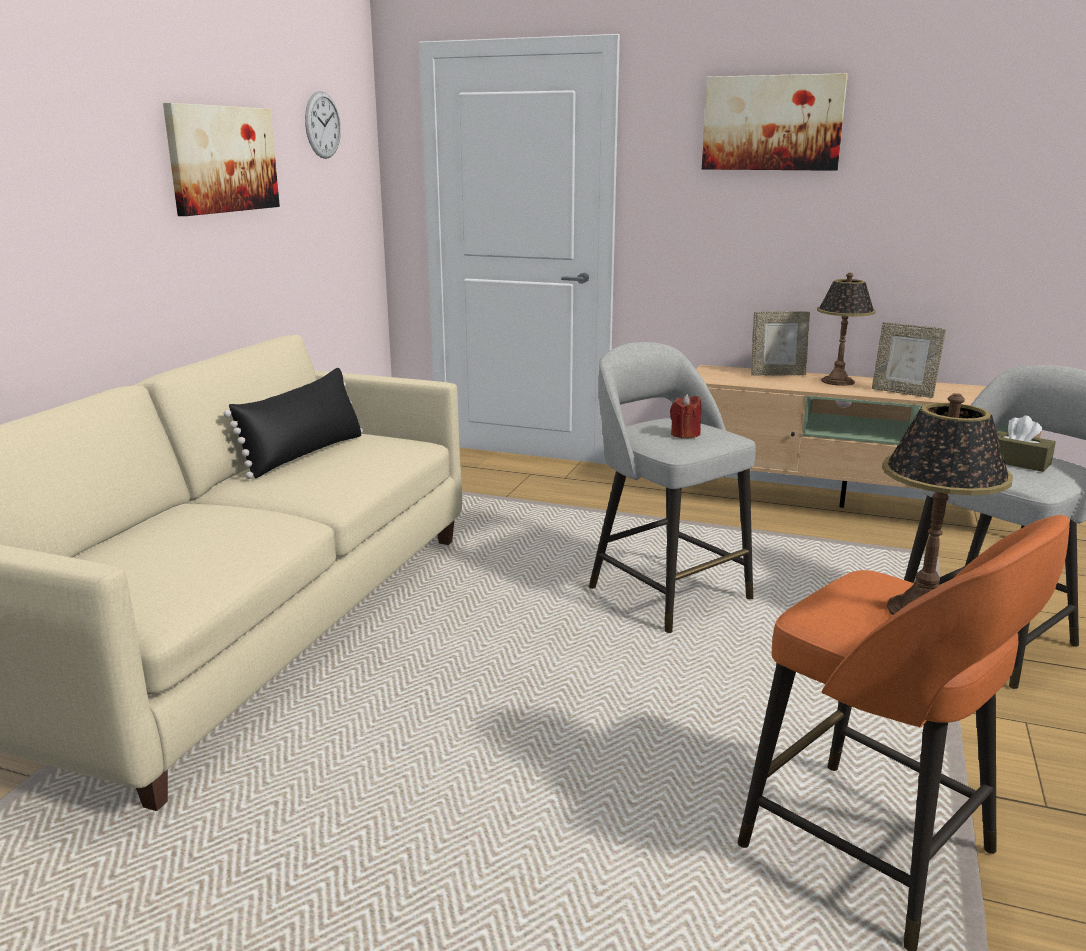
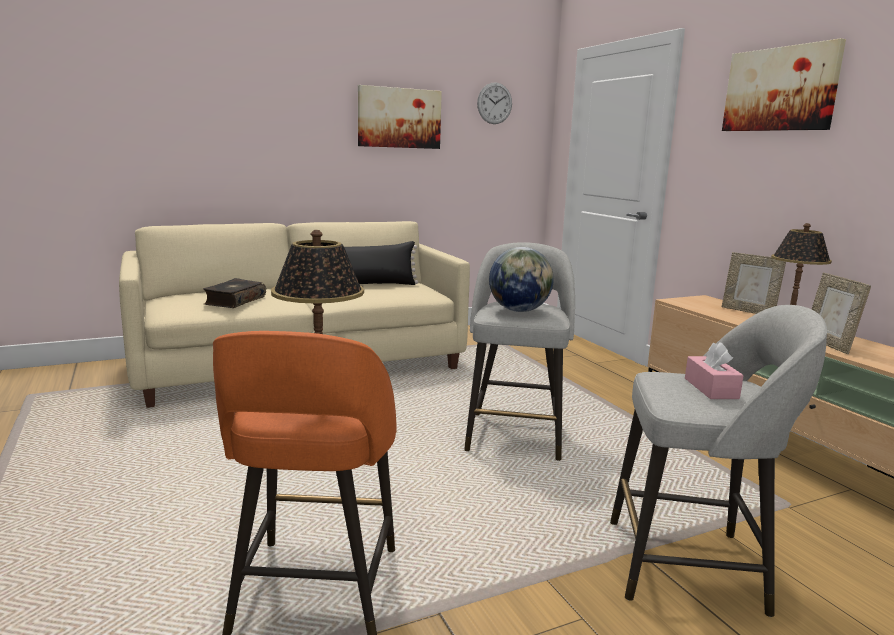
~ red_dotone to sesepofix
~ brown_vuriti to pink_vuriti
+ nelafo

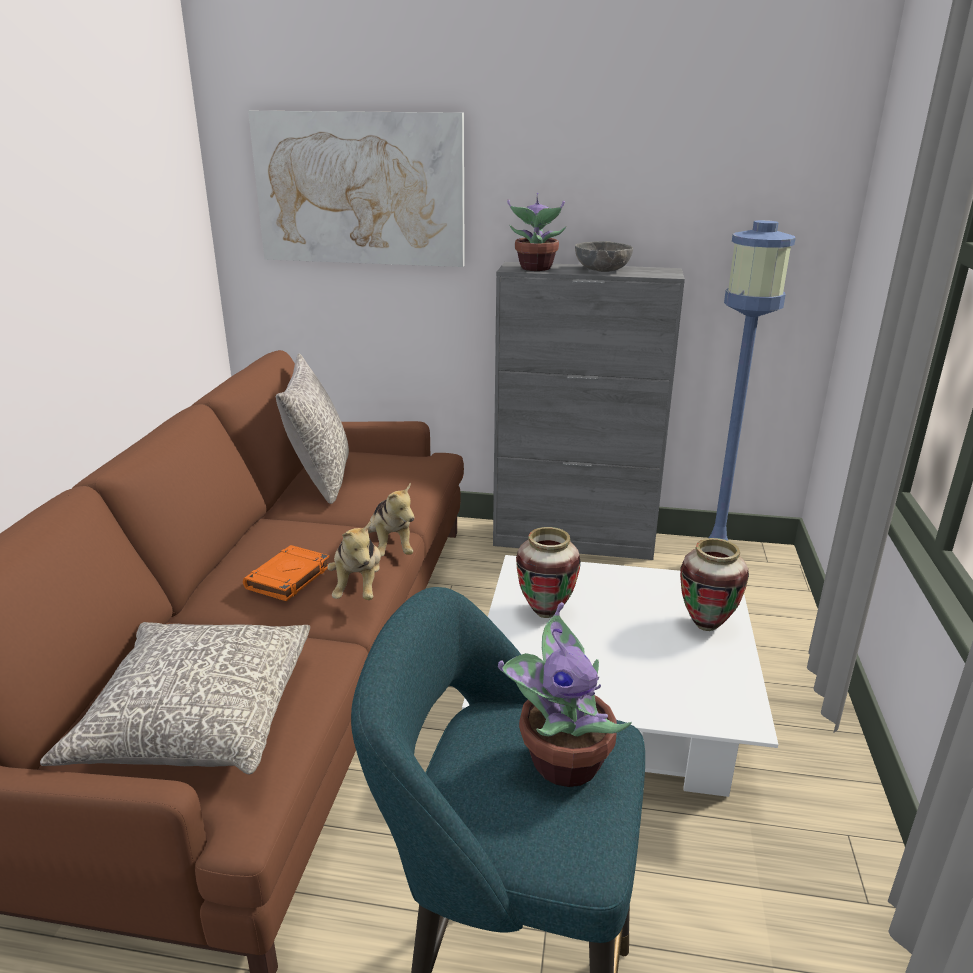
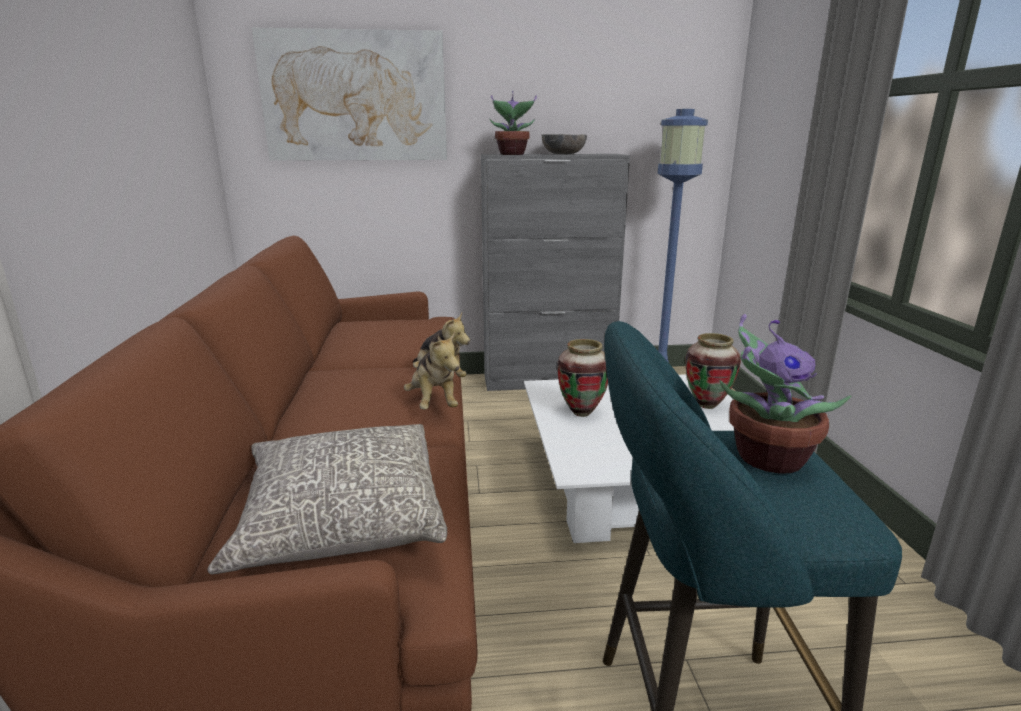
- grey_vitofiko (2nd from left)
- orange_nelafo

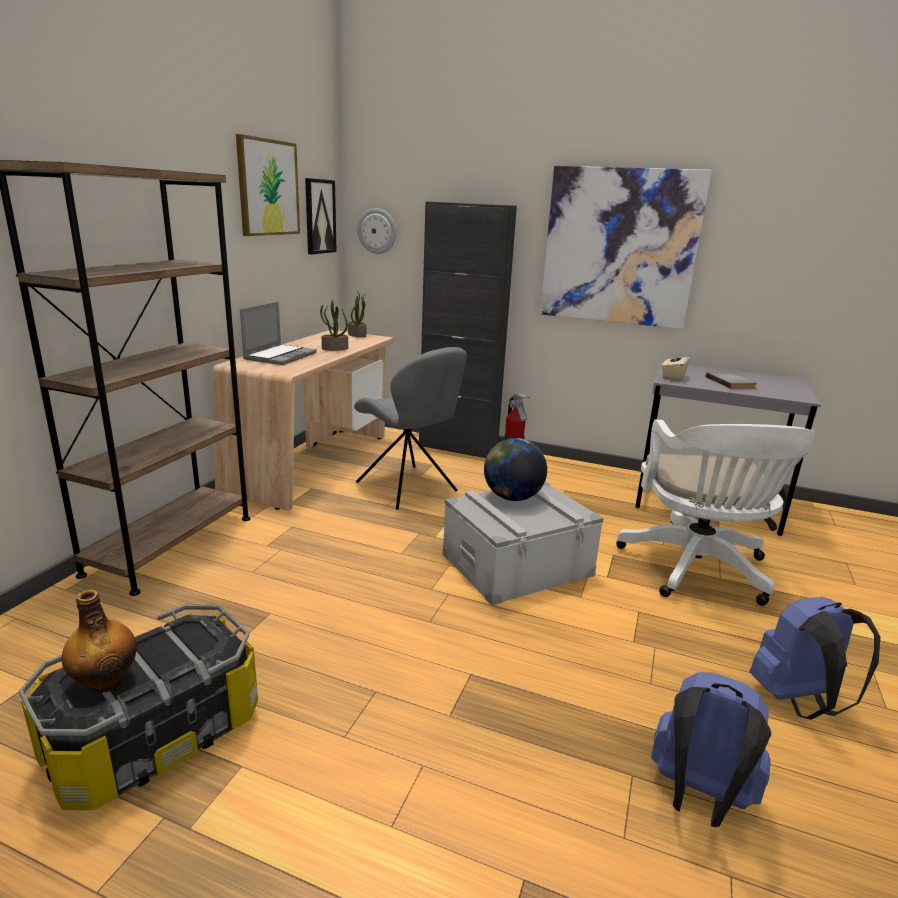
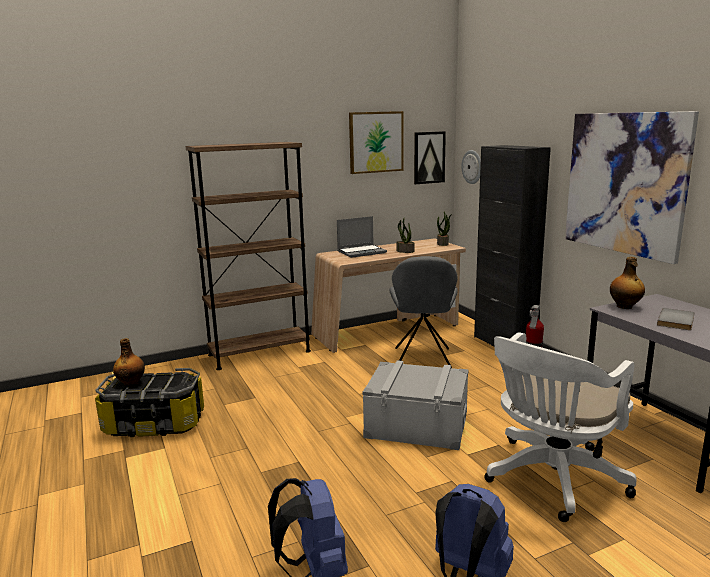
~ beige_vuriti to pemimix (2nd from left)
- sesepofix

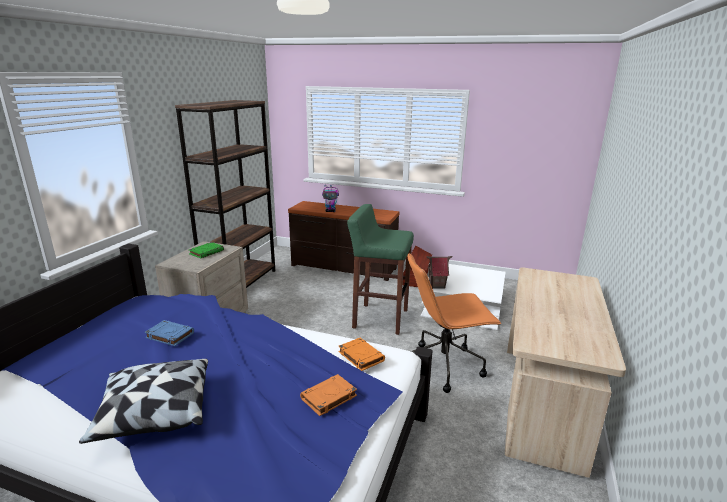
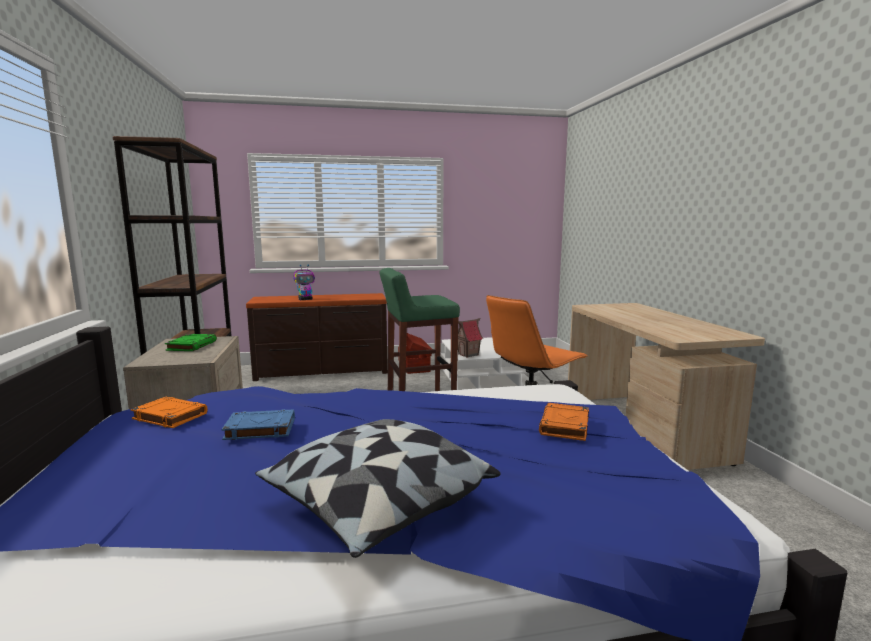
~ orange_nelafo (2nd from left in the first image) to orange_nelafo (1st from left)

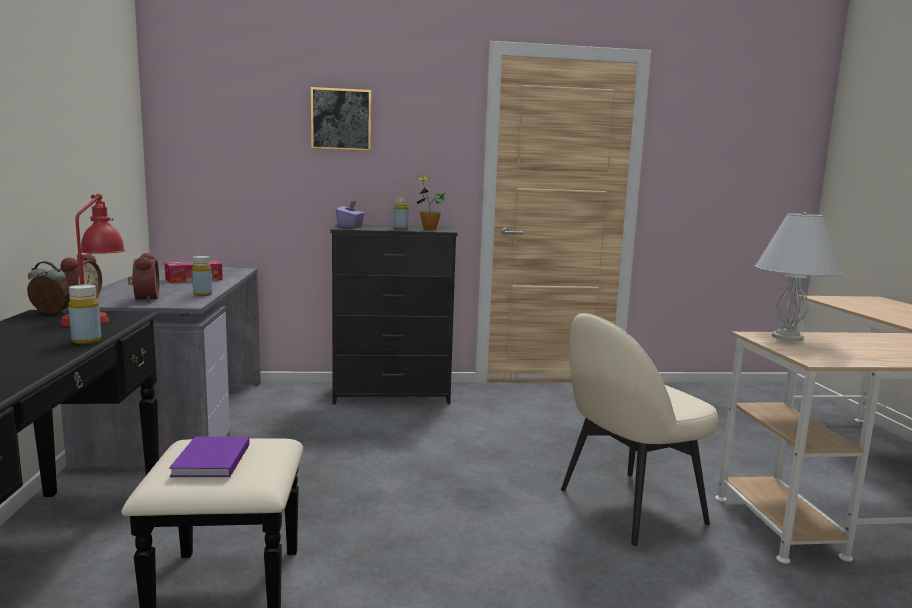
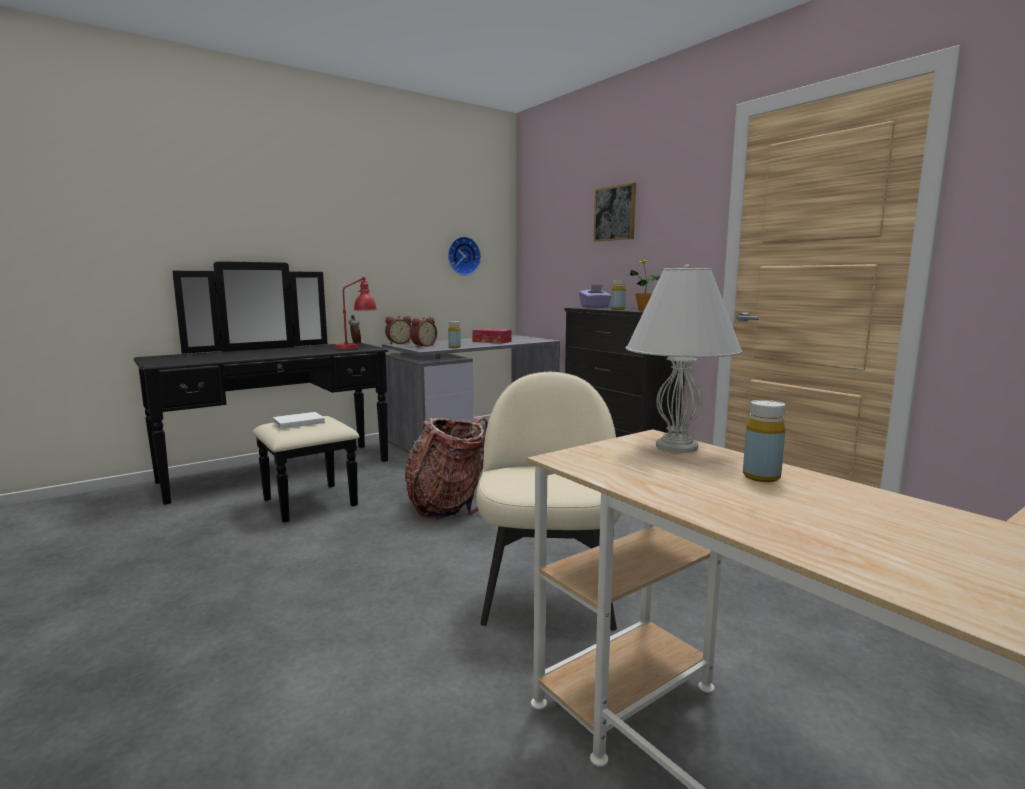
~ yellow_pemimix (1st from left in the first image) to yellow_pemimix (3rd from left)
~ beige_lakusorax 60 degrees clockwise
~ purple_nelafo to white_nelafo
+ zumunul
+ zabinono

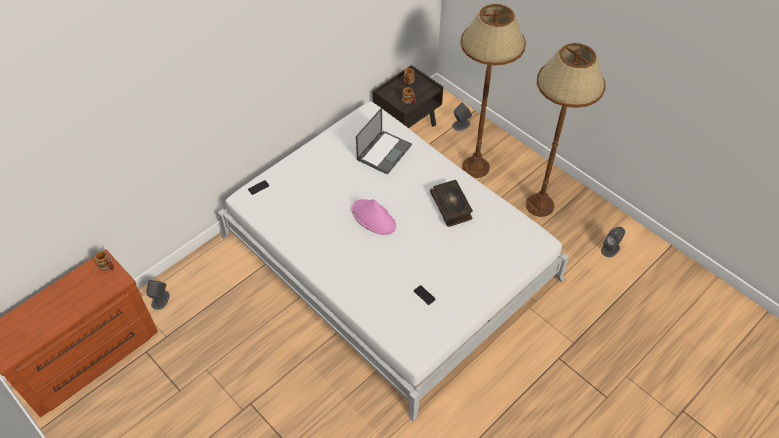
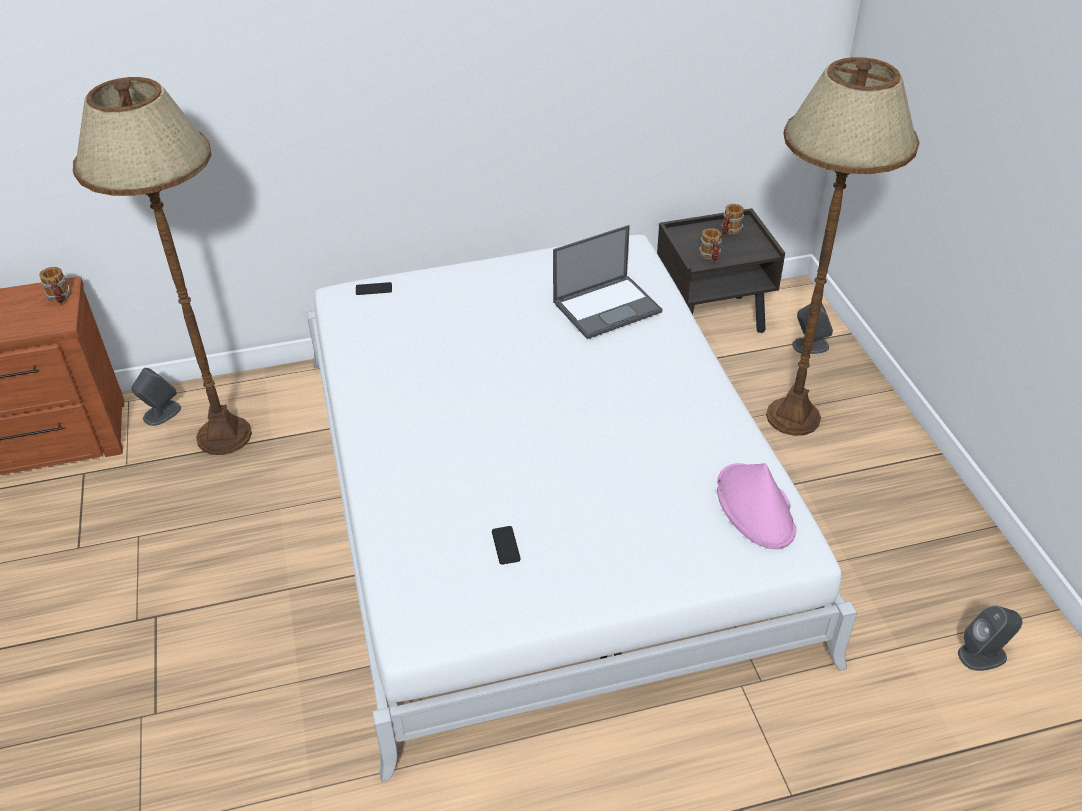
~ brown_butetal (2nd from left in the first image) to brown_butetal (1st from left)
- nelafo
~ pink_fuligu

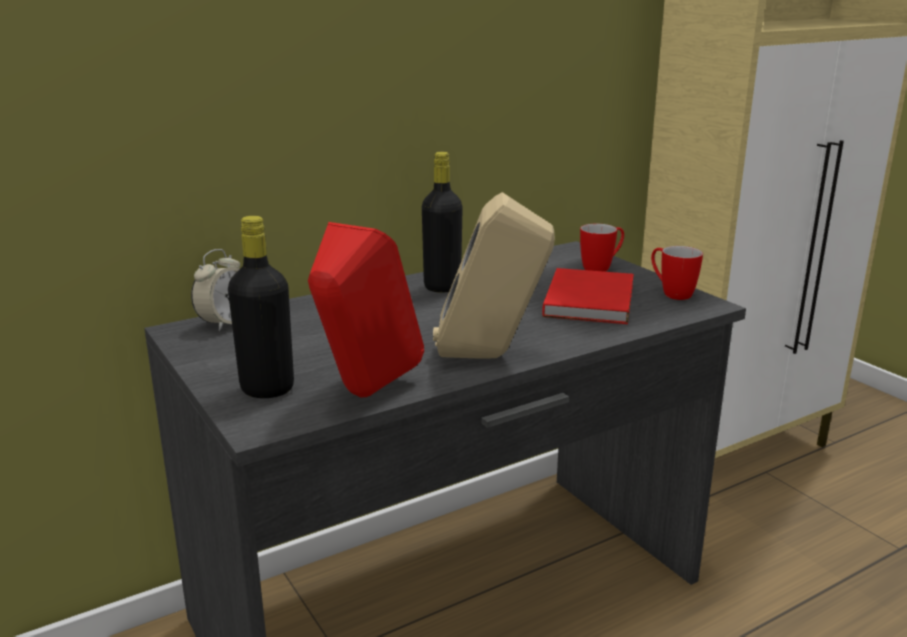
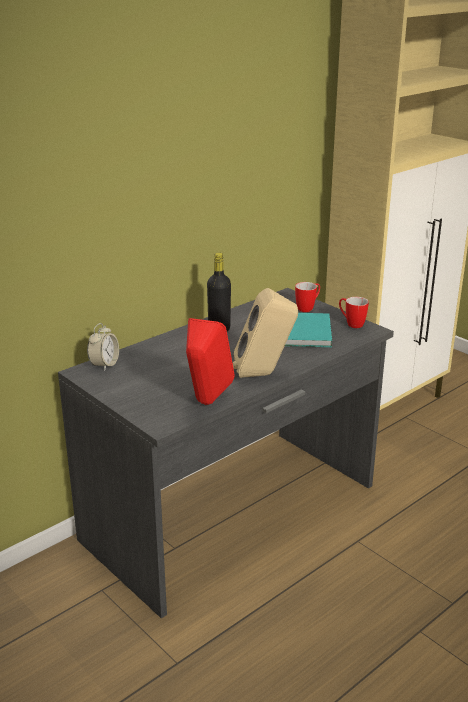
- black_pemimix (1st from left)
~ red_nelafo to turquoise_nelafo

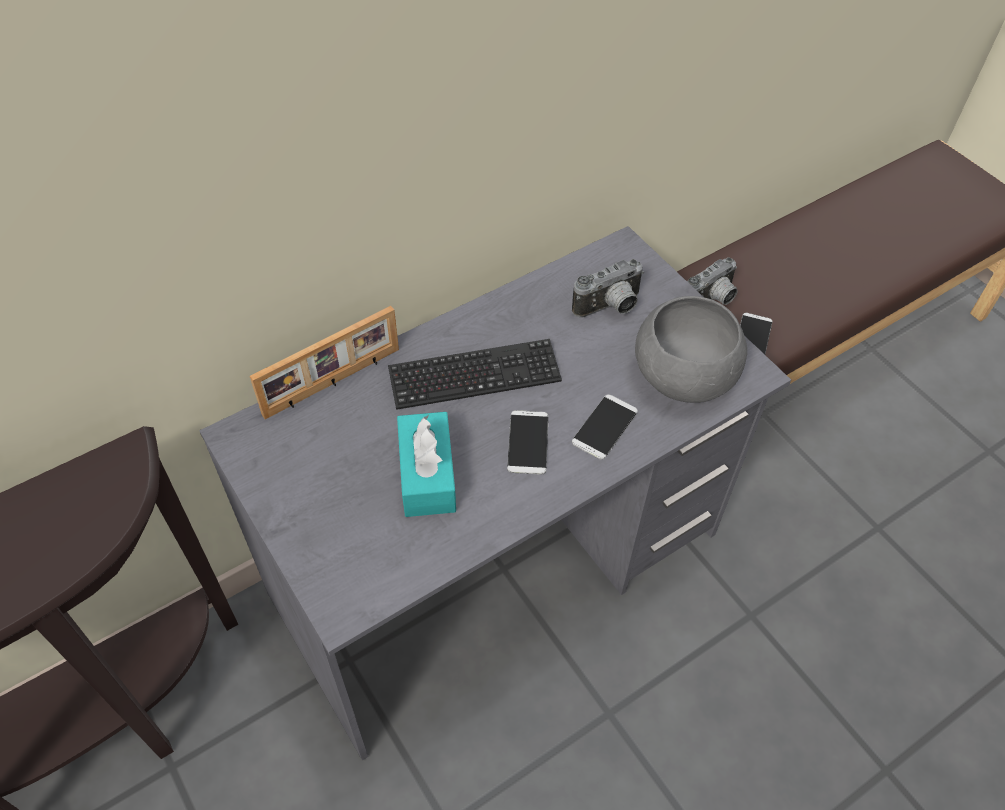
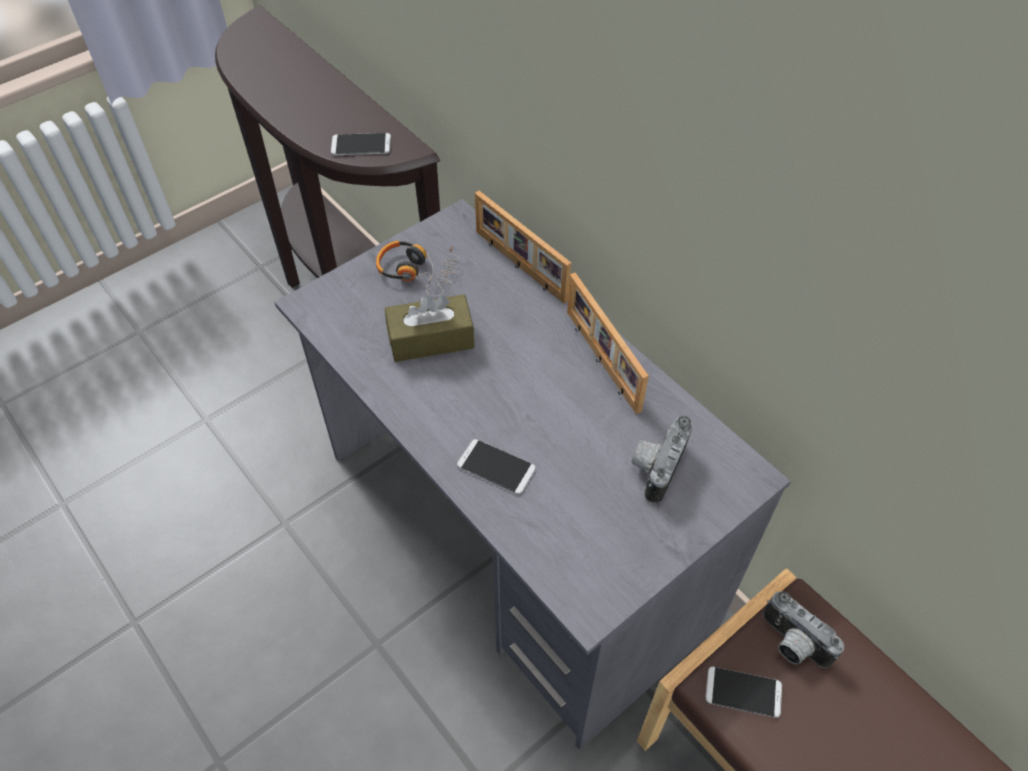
~ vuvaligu (1st from left) 60 degrees clockwise
- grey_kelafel
- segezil
~ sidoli (1st from left)
~ turquoise_vuriti to brown_vuriti
+ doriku
+ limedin (2nd from left)

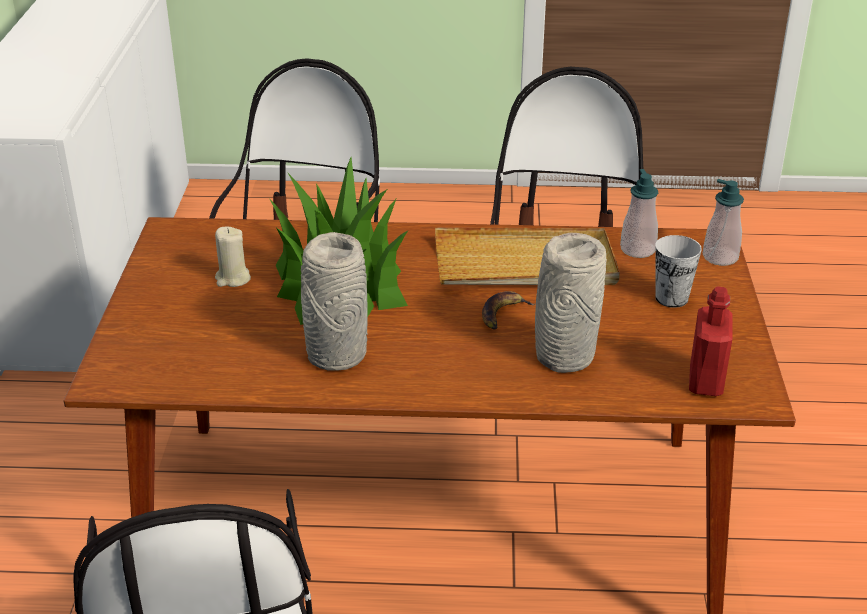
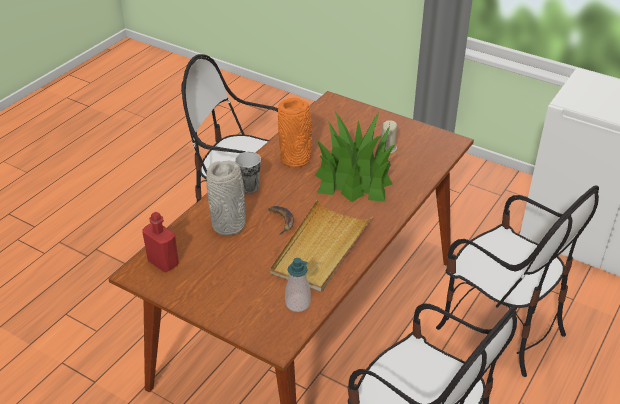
- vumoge (2nd from left)
~ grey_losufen (1st from left) to orange_losufen
~ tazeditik

